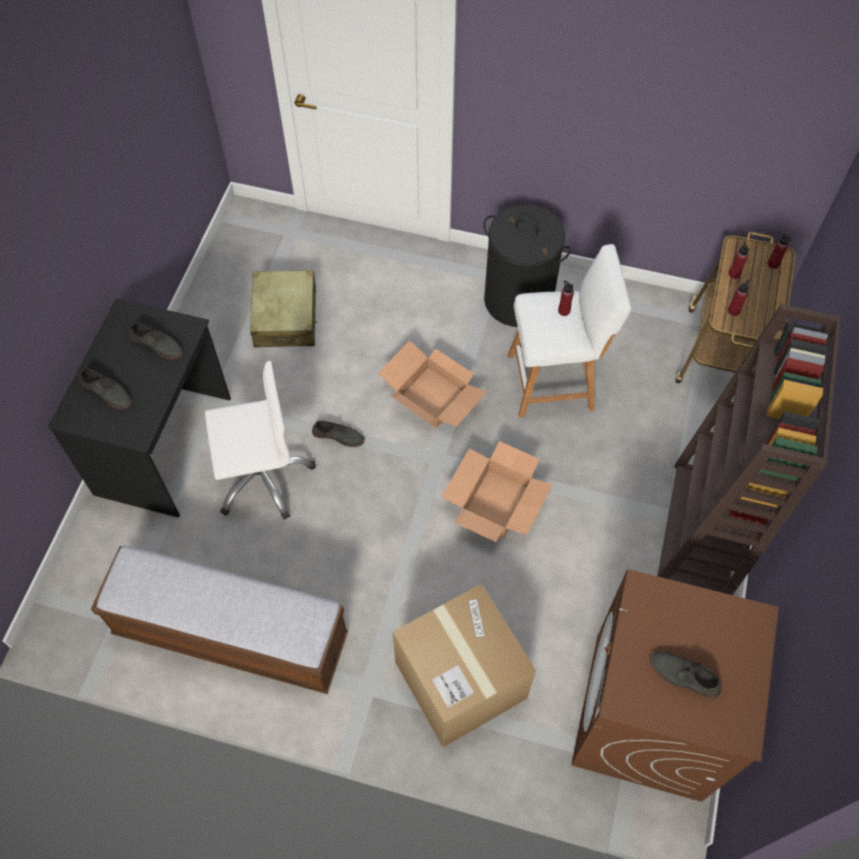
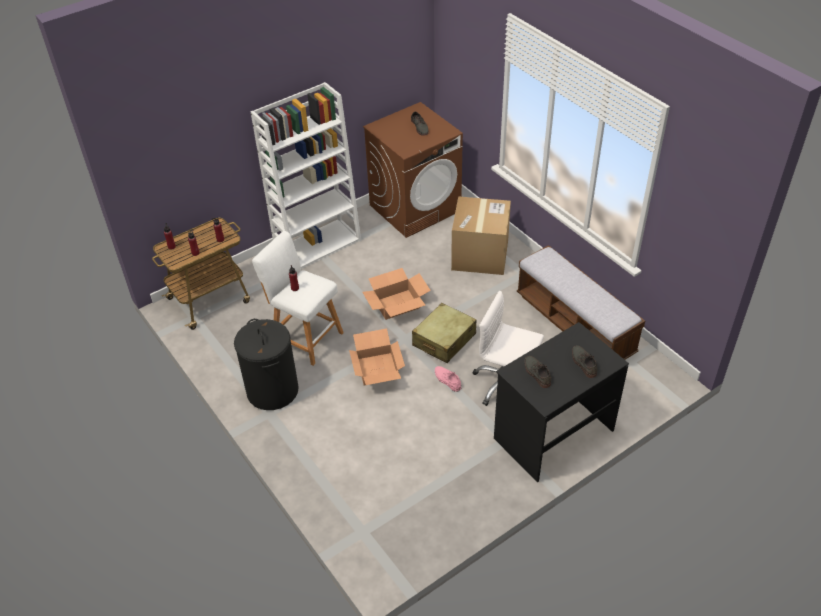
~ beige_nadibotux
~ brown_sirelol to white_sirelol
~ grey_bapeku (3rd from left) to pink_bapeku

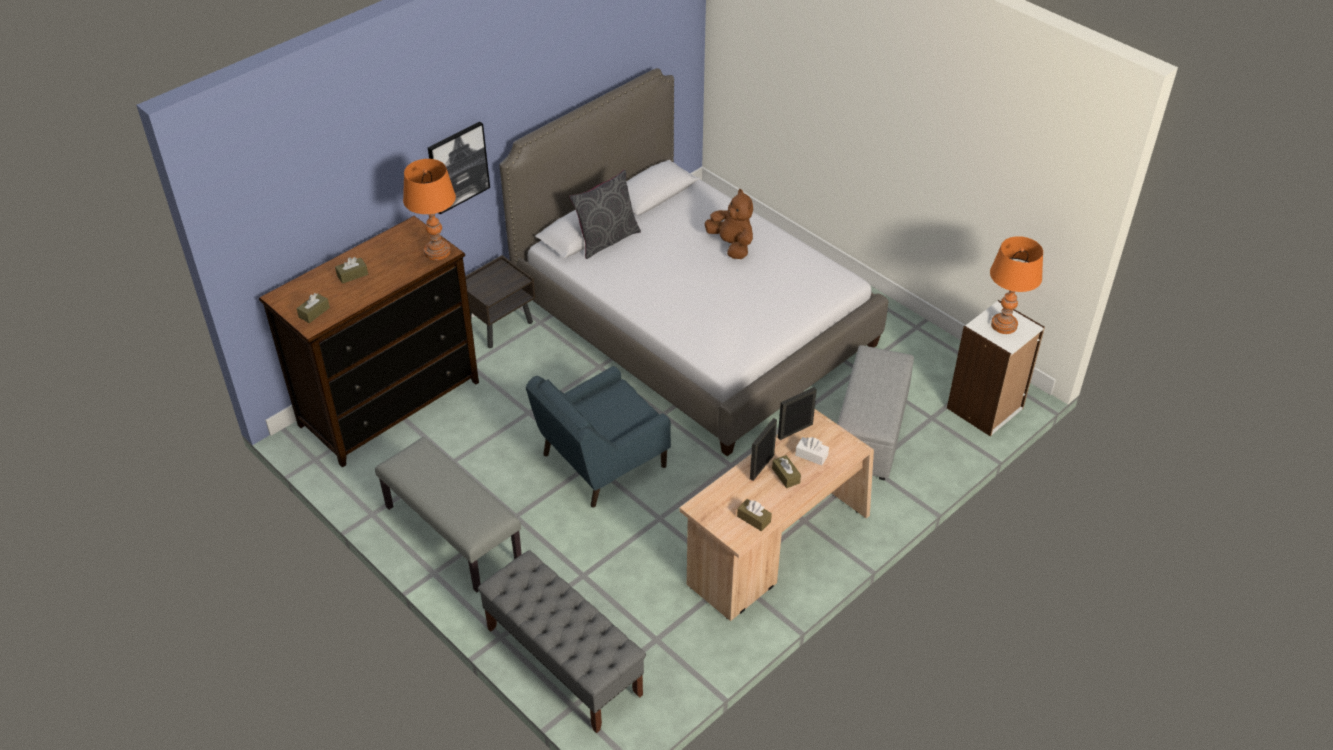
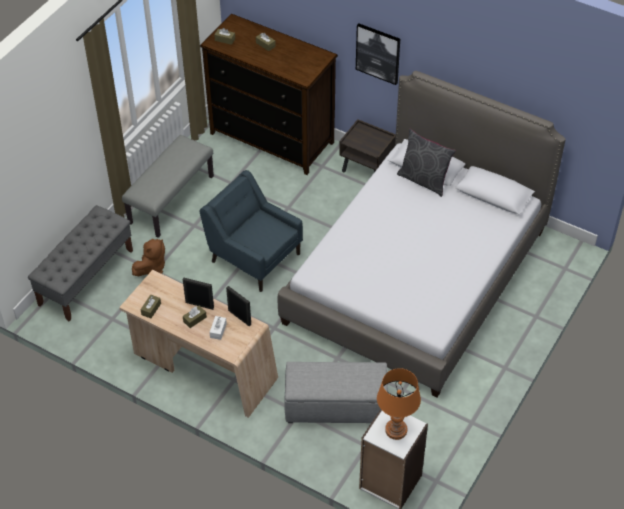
- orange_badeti (1st from left)
~ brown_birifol

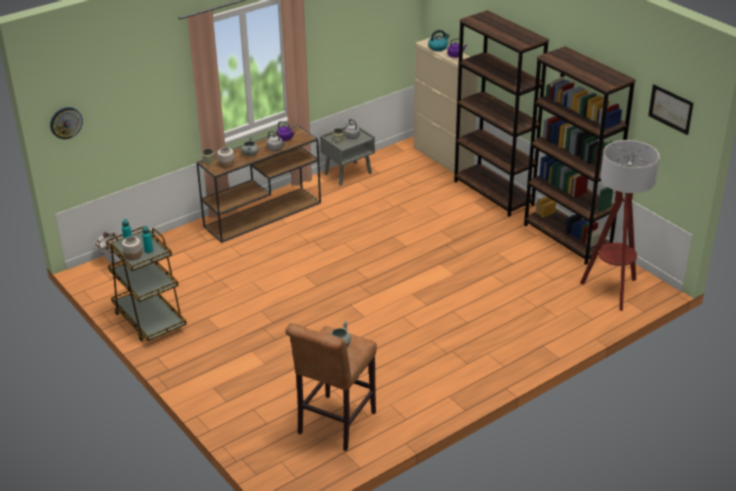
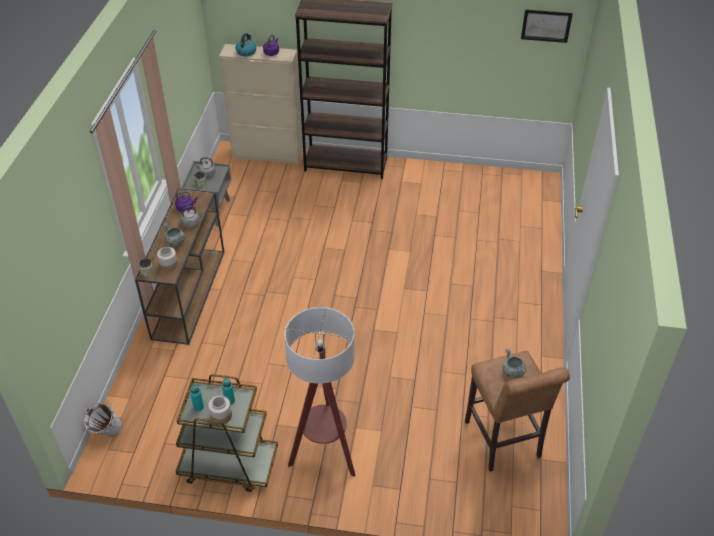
- brown_sirelol (2nd from left)
- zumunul
~ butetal

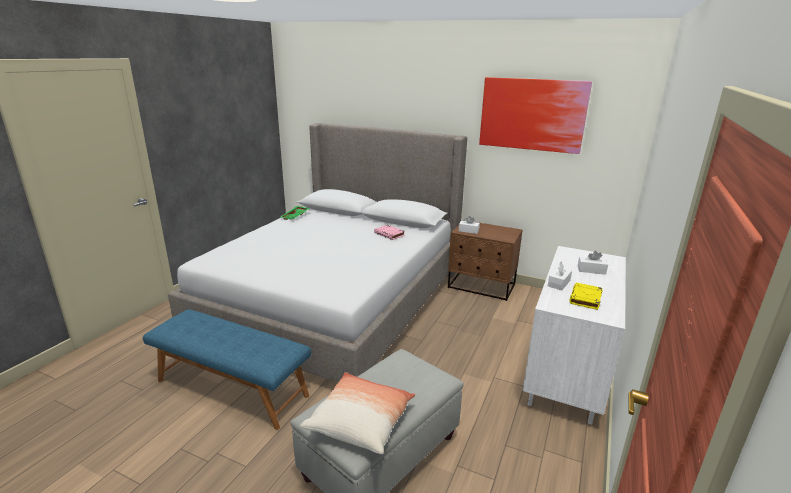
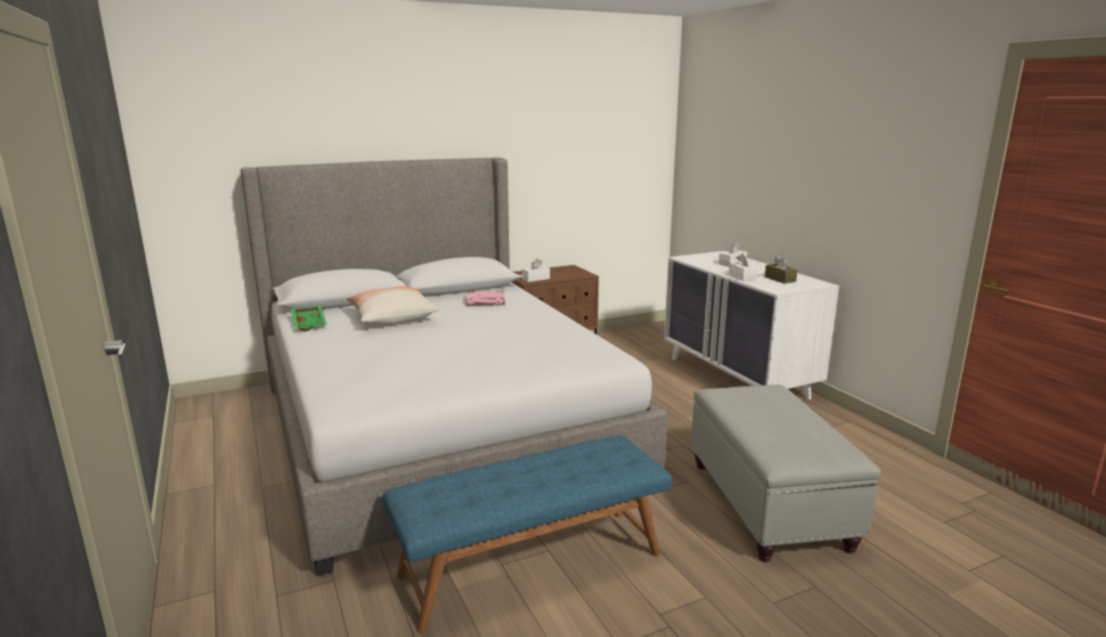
- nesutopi
~ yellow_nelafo to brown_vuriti
~ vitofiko

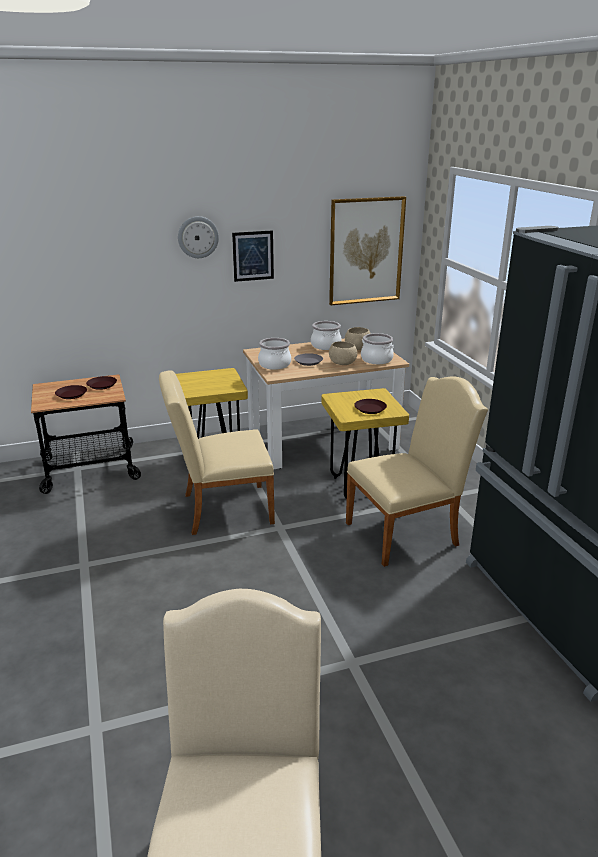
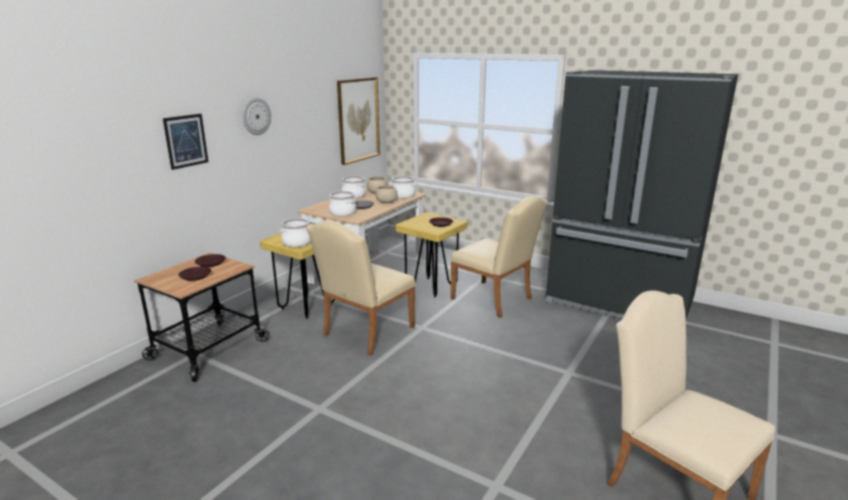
~ nesutopi (1st from left)
~ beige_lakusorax (3rd from left in the first image) 105 degrees clockwise
+ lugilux (1st from left)

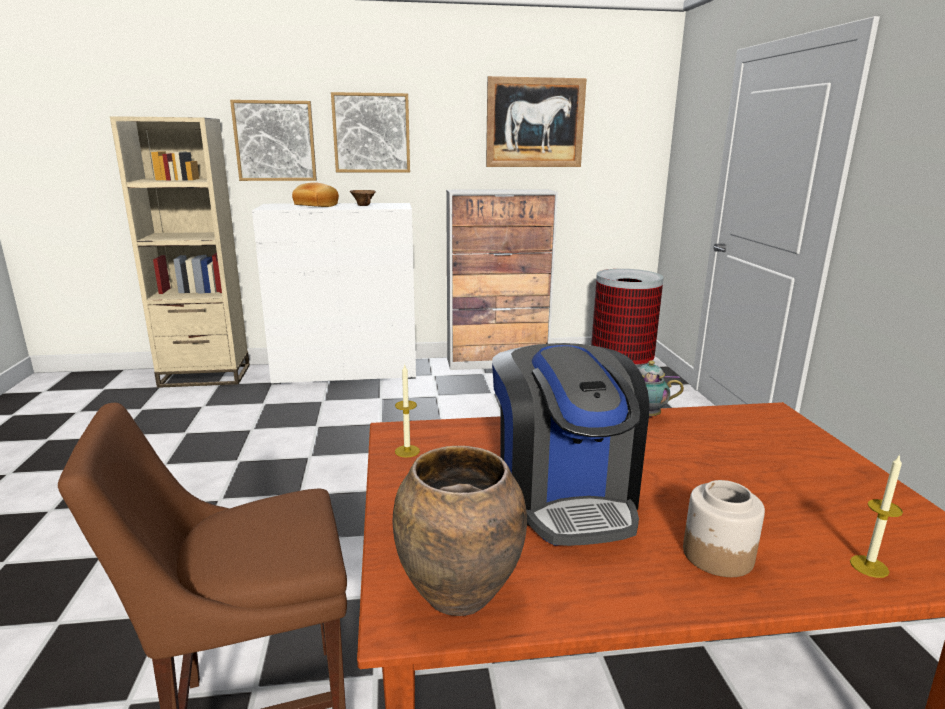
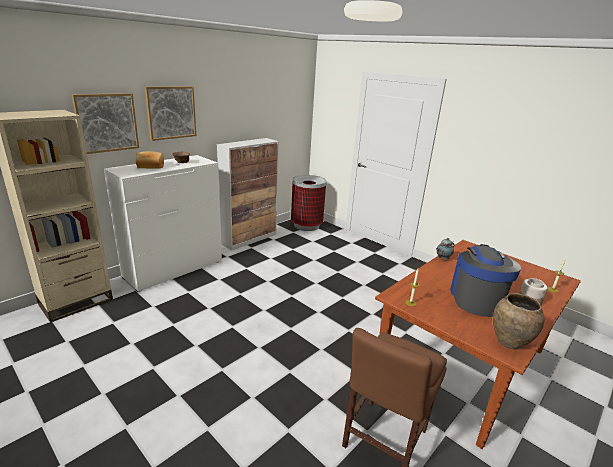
- nesutopi (3rd from left)
~ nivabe 120 degrees counterclockwise

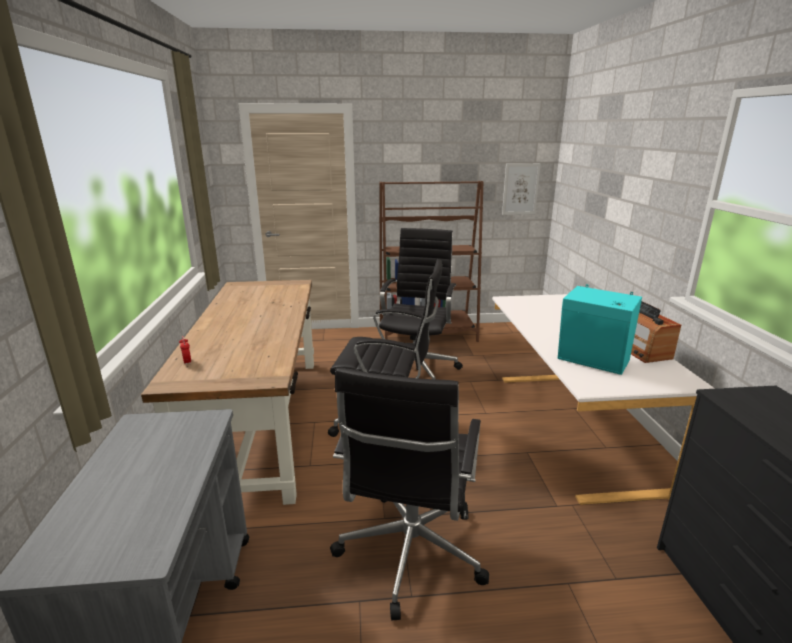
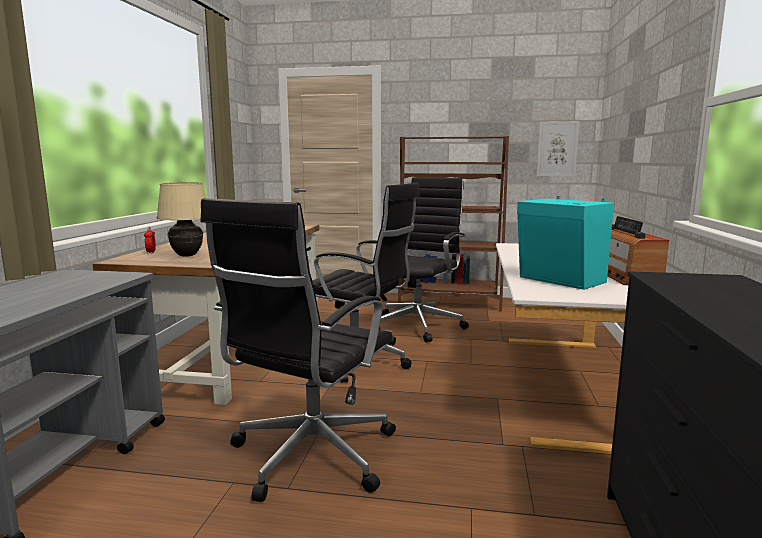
+ beige_badeti

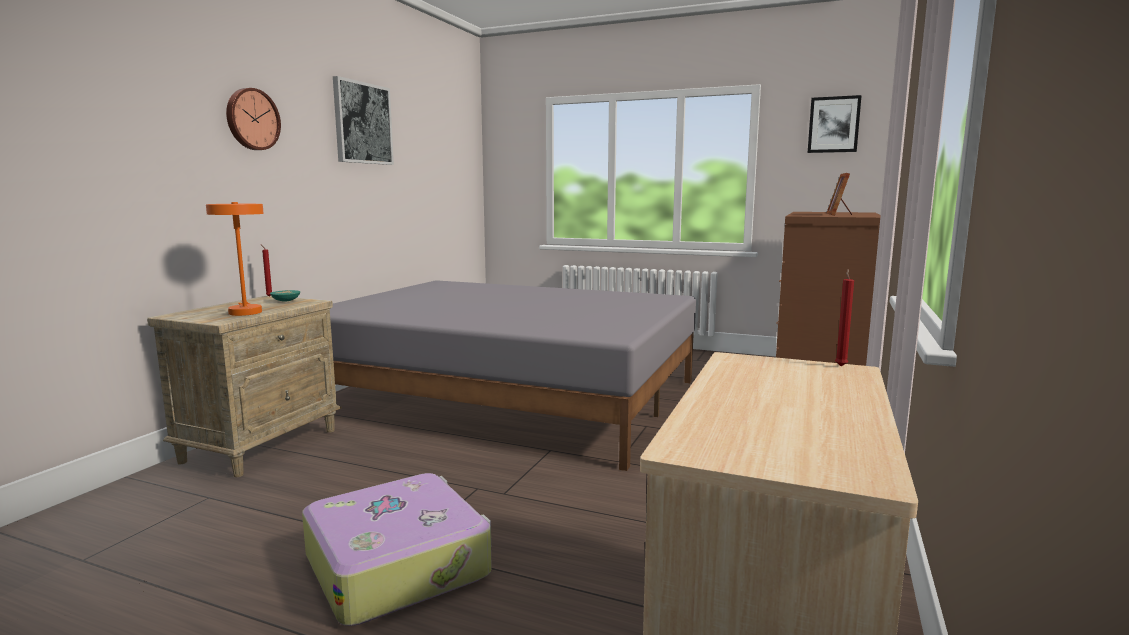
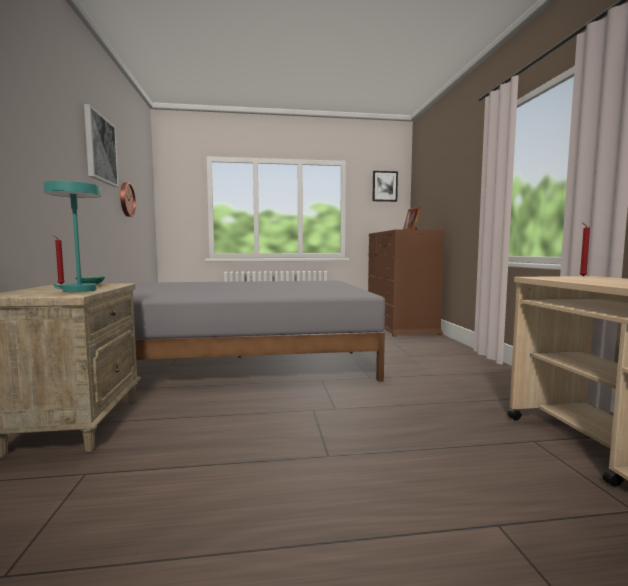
~ zumunul
~ orange_badeti to turquoise_badeti
- nadibotux

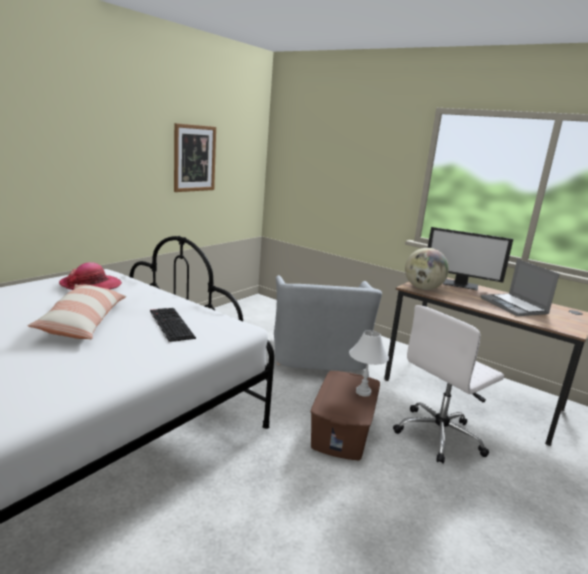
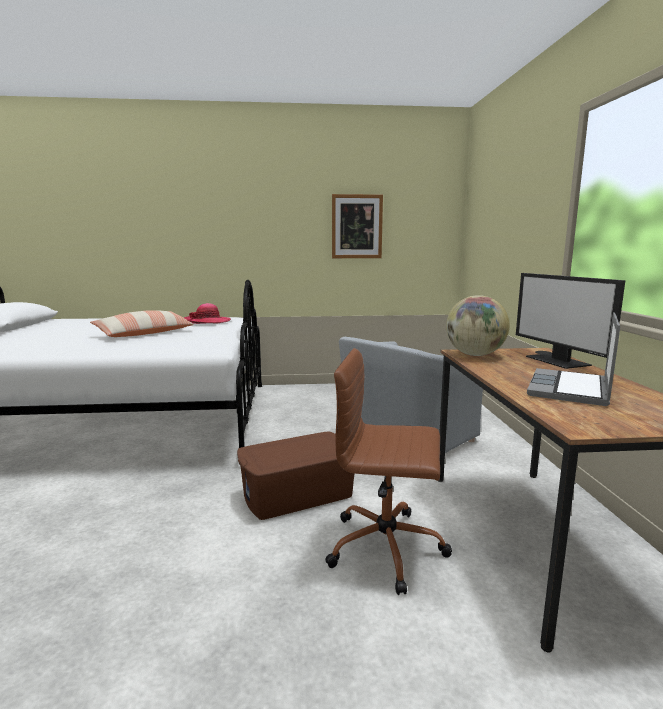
~ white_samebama to brown_samebama
- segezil
- white_badeti

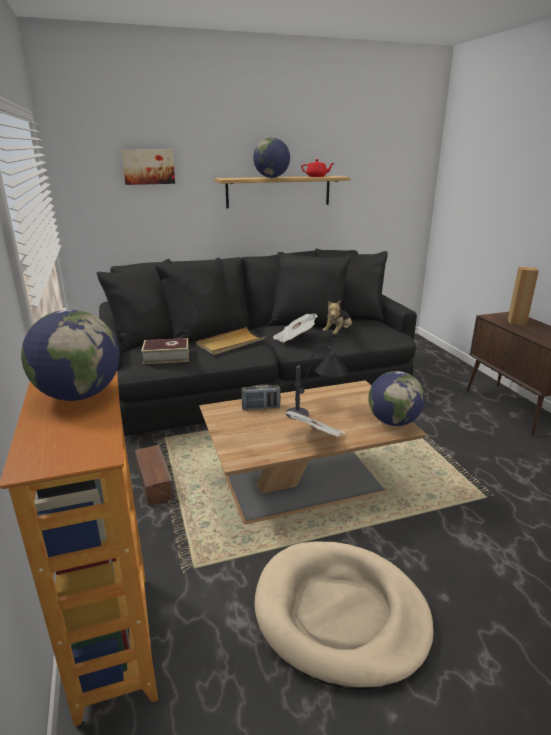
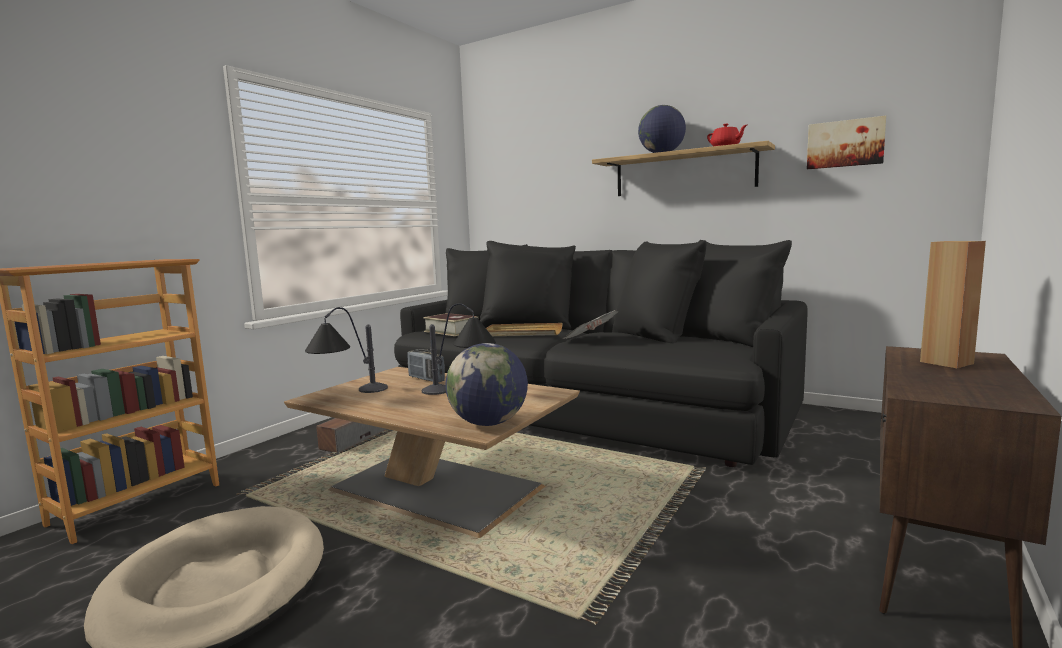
~ nesutopi
- birifol
- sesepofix (1st from left)
- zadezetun (2nd from left)
+ badeti (1st from left)

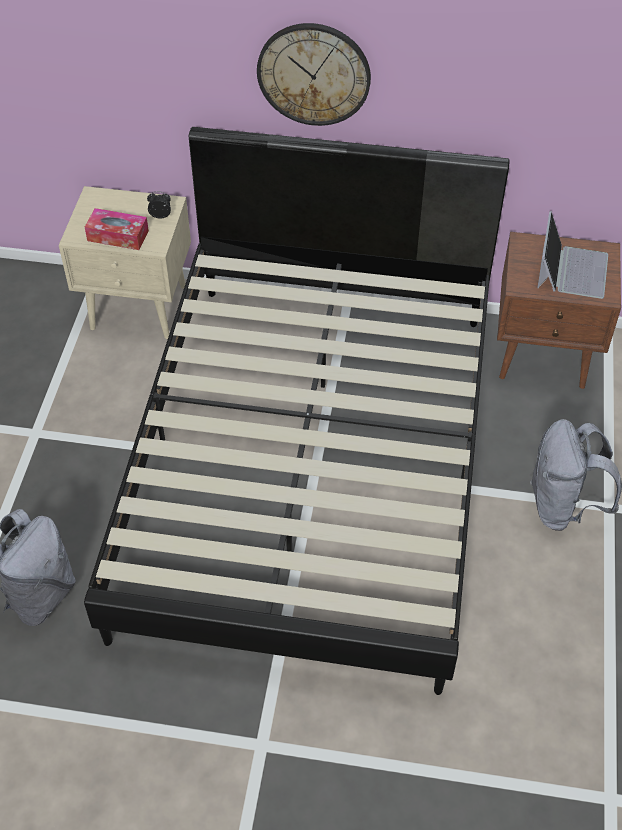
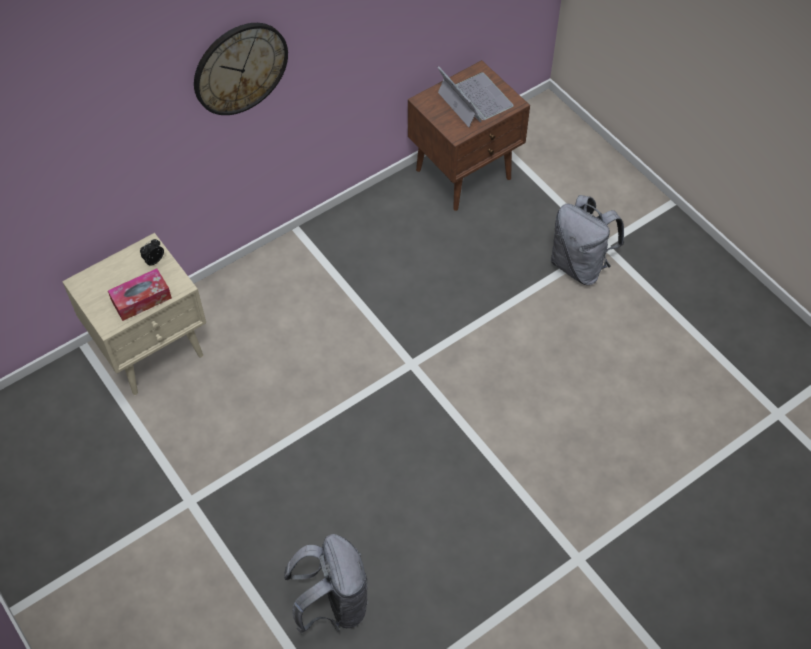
- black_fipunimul

